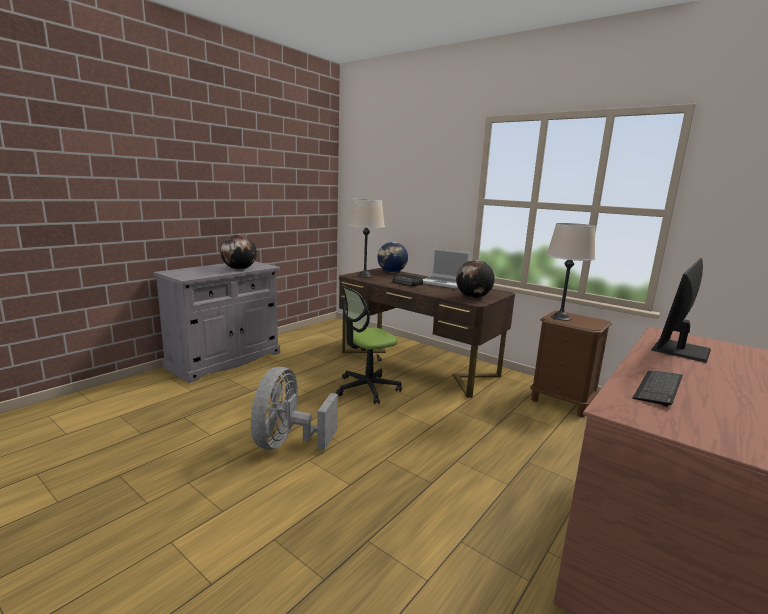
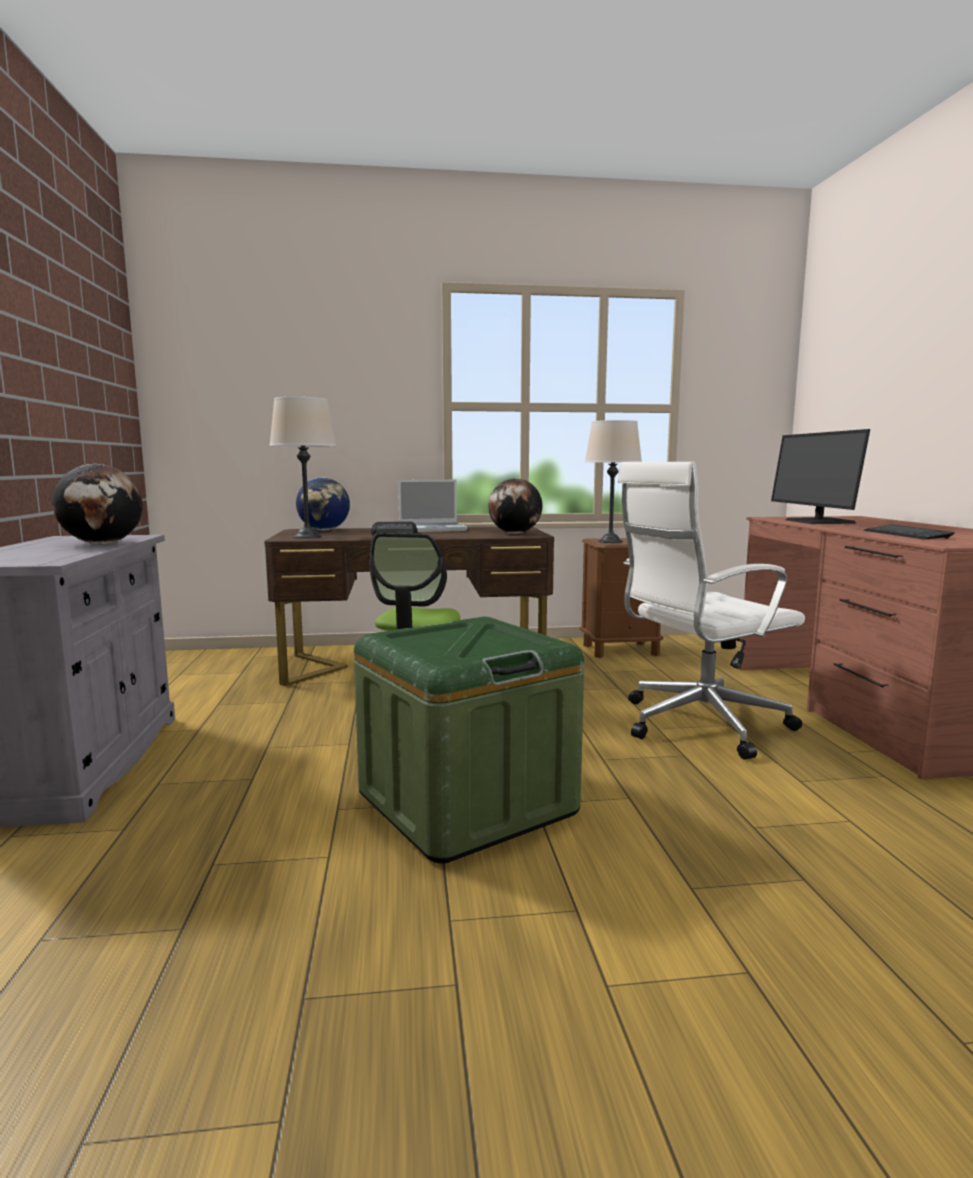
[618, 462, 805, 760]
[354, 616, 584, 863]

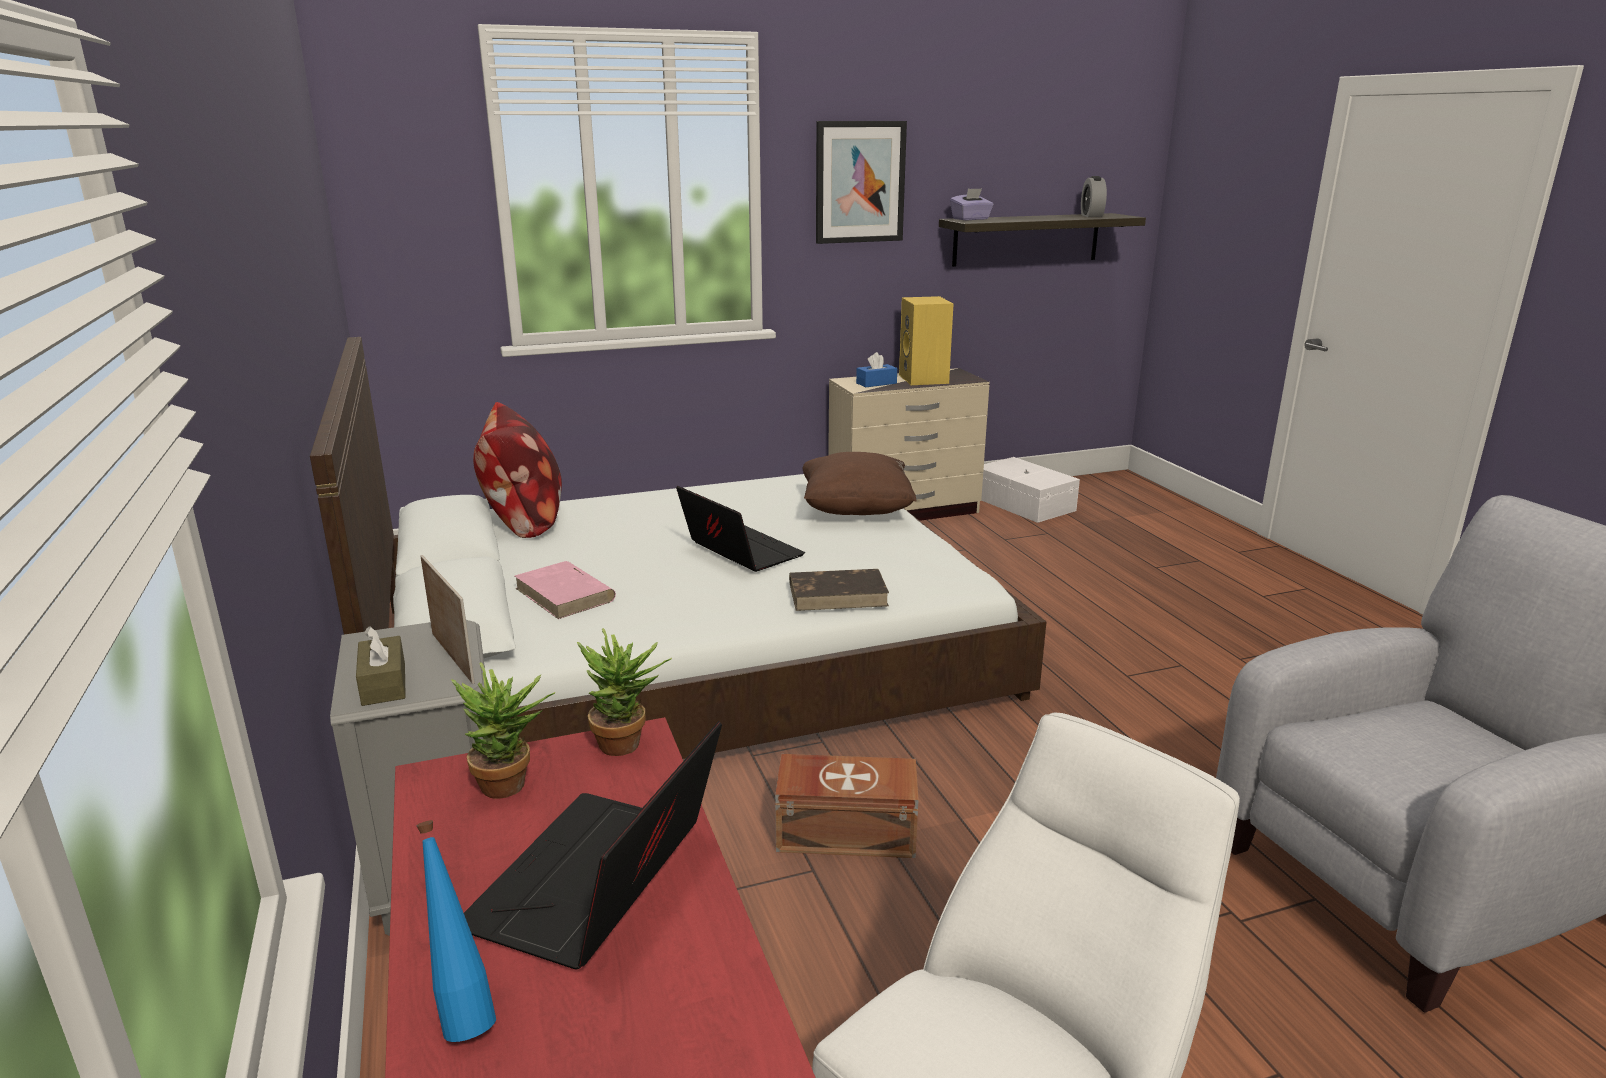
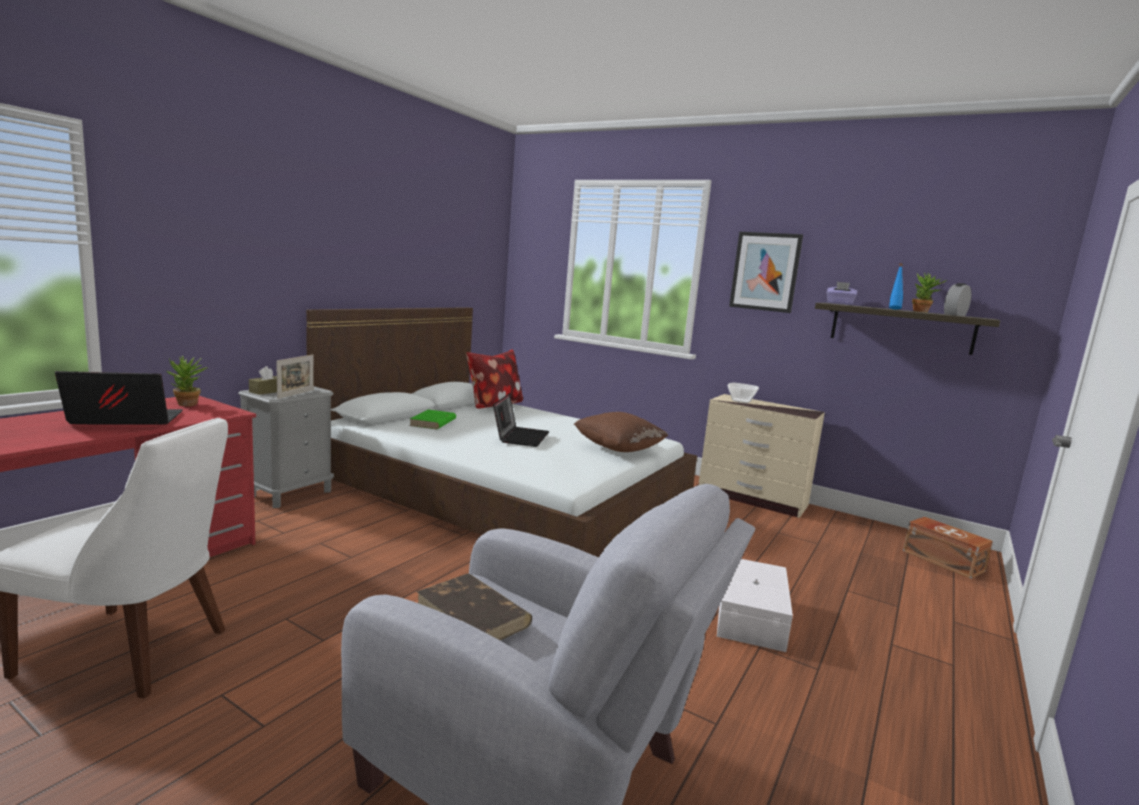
[899, 296, 954, 385] (first image)
[889, 263, 903, 310]
[912, 272, 947, 313]
[903, 517, 993, 579]
[416, 574, 532, 640]
[717, 559, 793, 652]
[728, 383, 759, 403]
[409, 410, 456, 429]

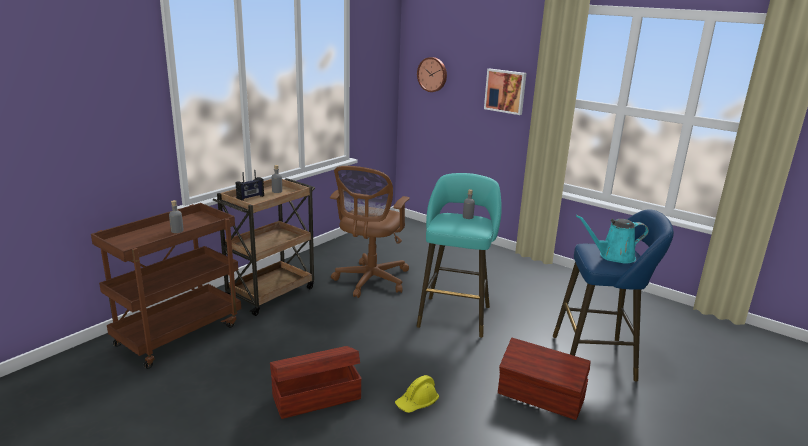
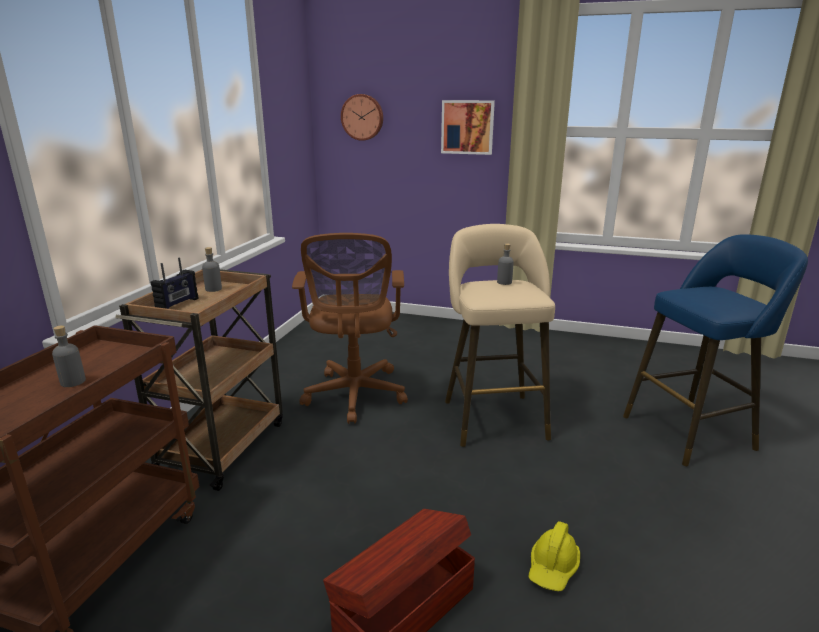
[498, 338, 590, 420] (first image)
[576, 215, 649, 264] (first image)
[445, 224, 555, 447]

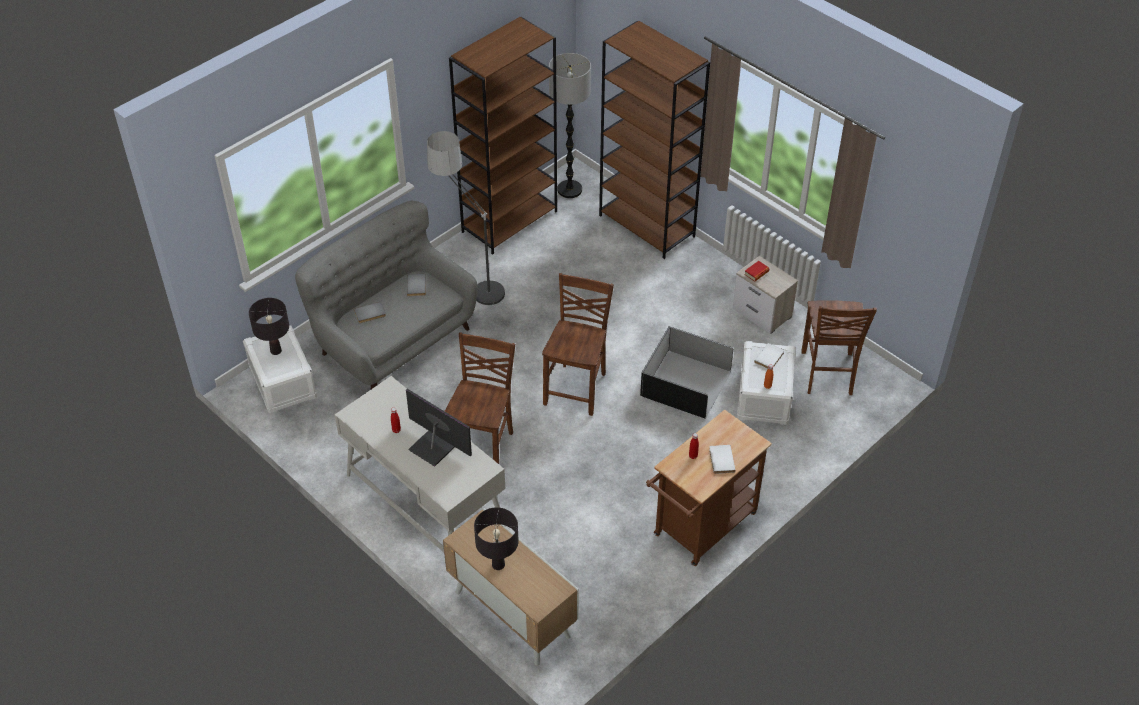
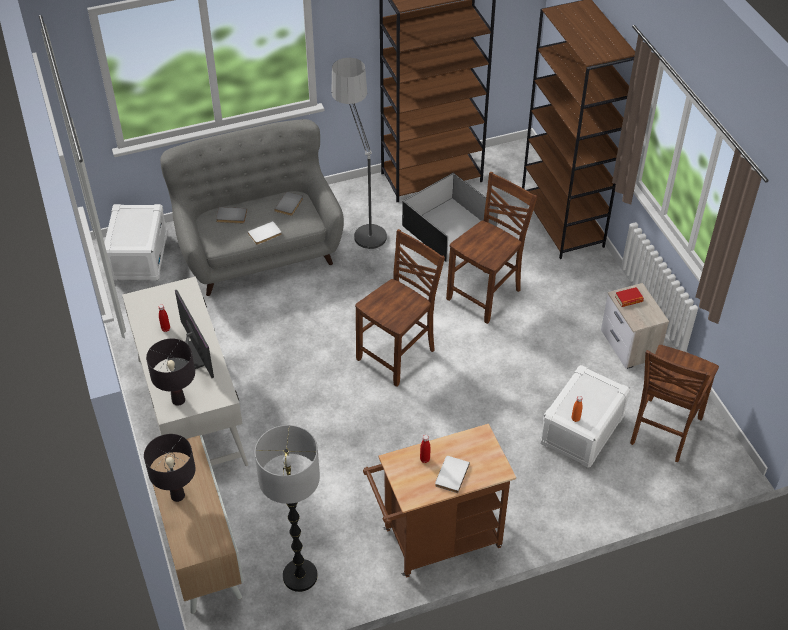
[146, 339, 195, 406]
[446, 172, 537, 324]
[254, 425, 320, 592]
[402, 172, 499, 261]
[248, 221, 282, 245]

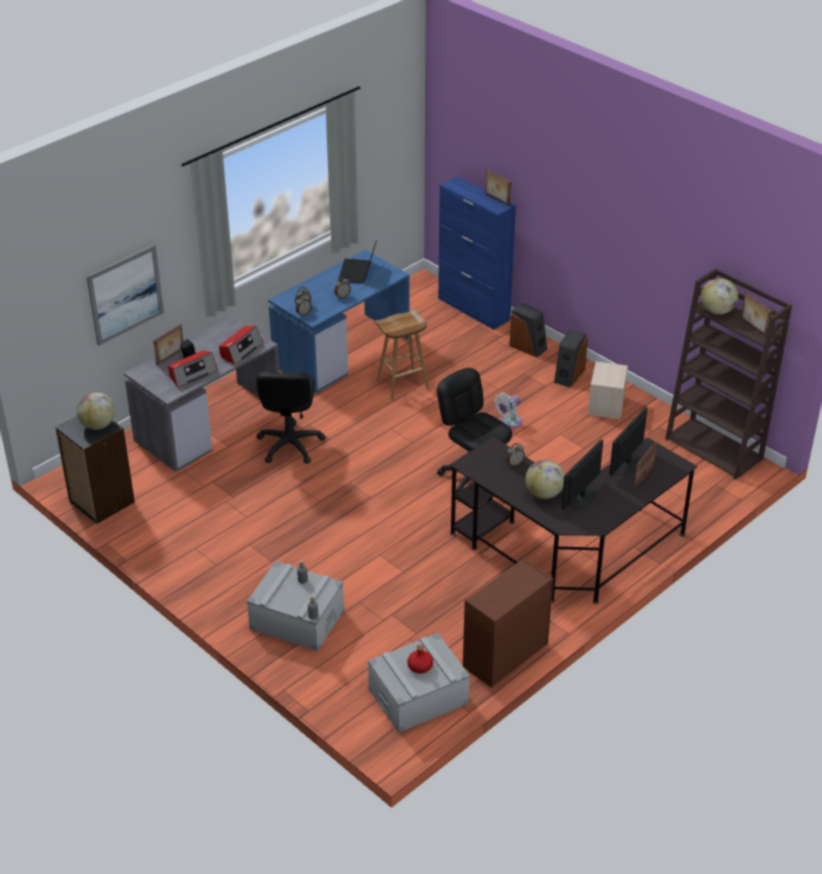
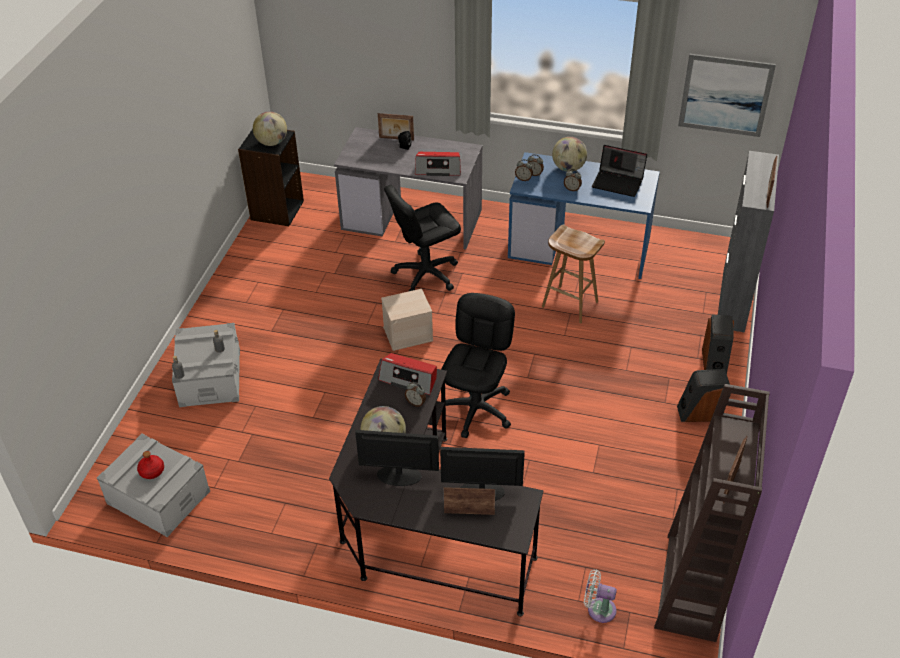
[463, 558, 553, 688] (first image)
[678, 54, 776, 137]
[378, 353, 437, 395]
[584, 570, 617, 623]
[381, 289, 433, 351]
[552, 137, 587, 172]
[718, 151, 779, 333]
[592, 145, 647, 197]

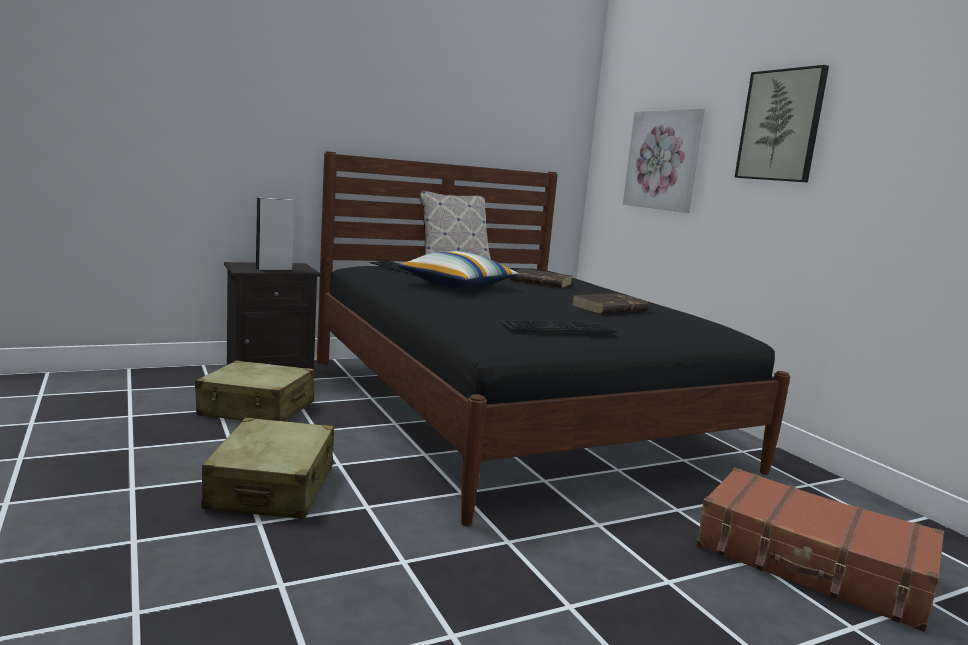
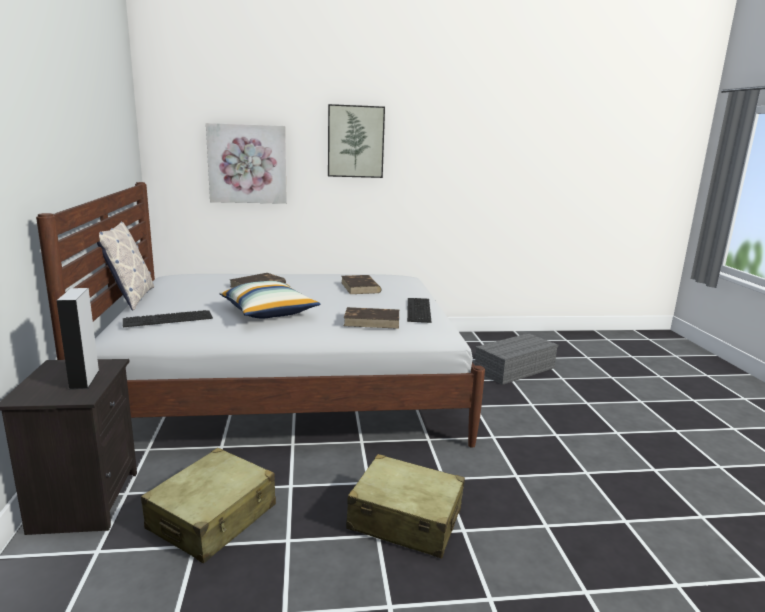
[344, 307, 399, 329]
[475, 333, 558, 385]
[36, 182, 485, 448]

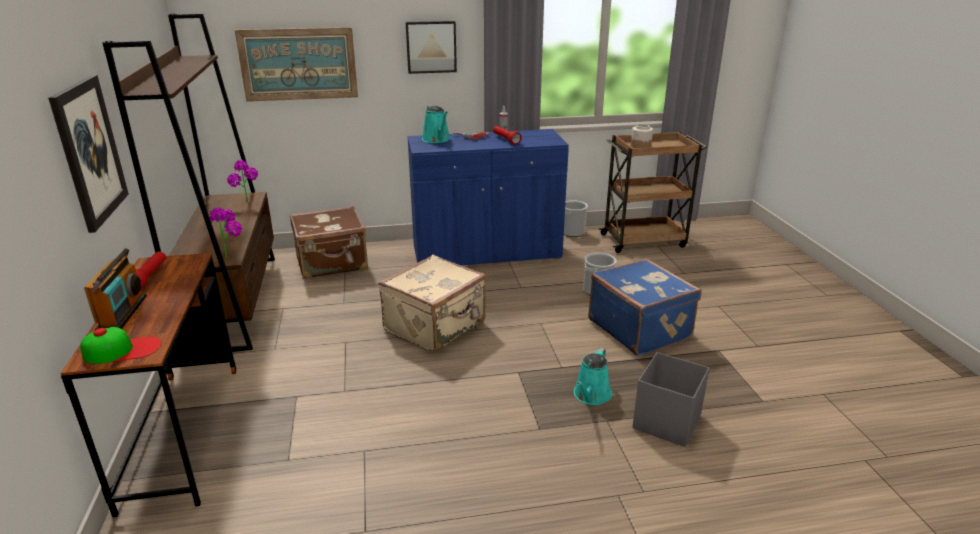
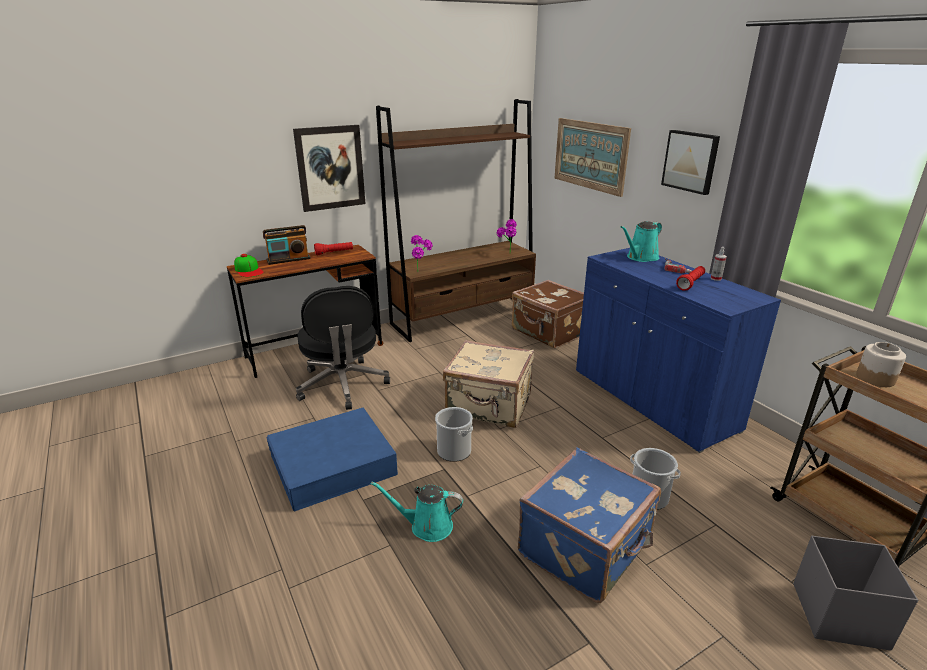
[267, 408, 398, 512]
[296, 286, 390, 410]
[435, 407, 473, 462]
[793, 536, 918, 650]

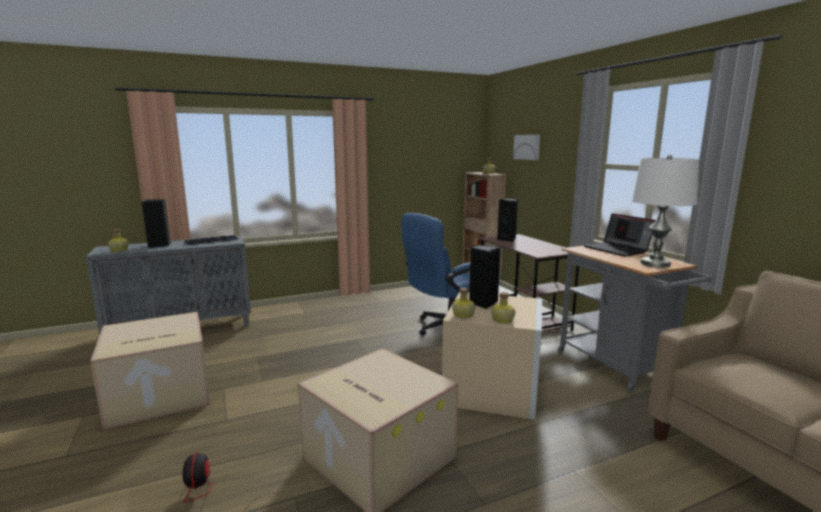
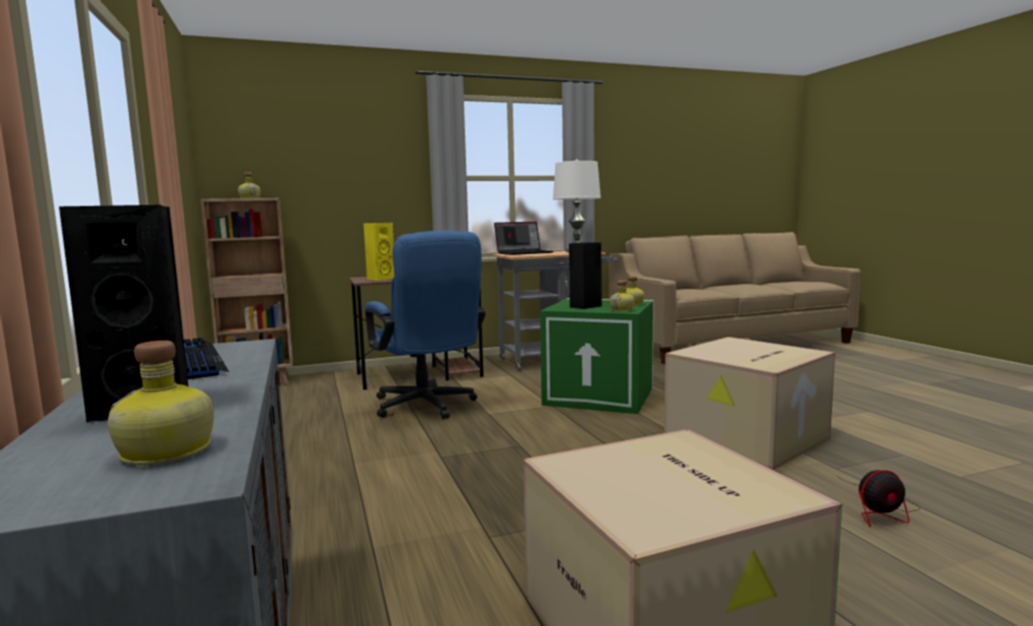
[513, 135, 540, 160] (first image)
[540, 298, 654, 414]
[363, 223, 394, 281]

